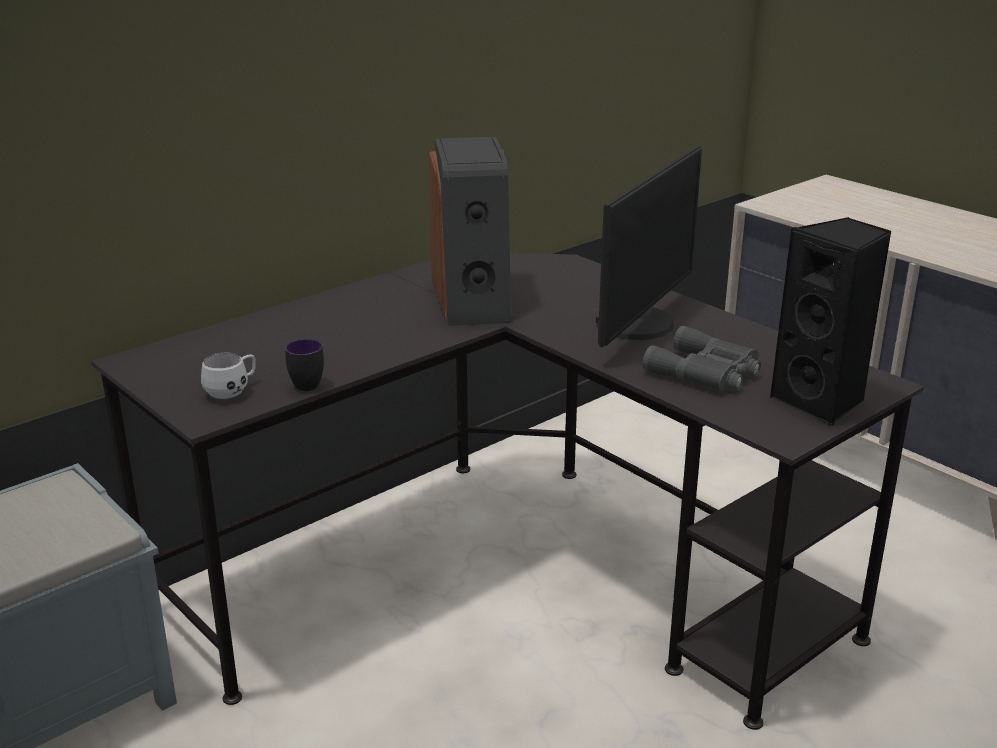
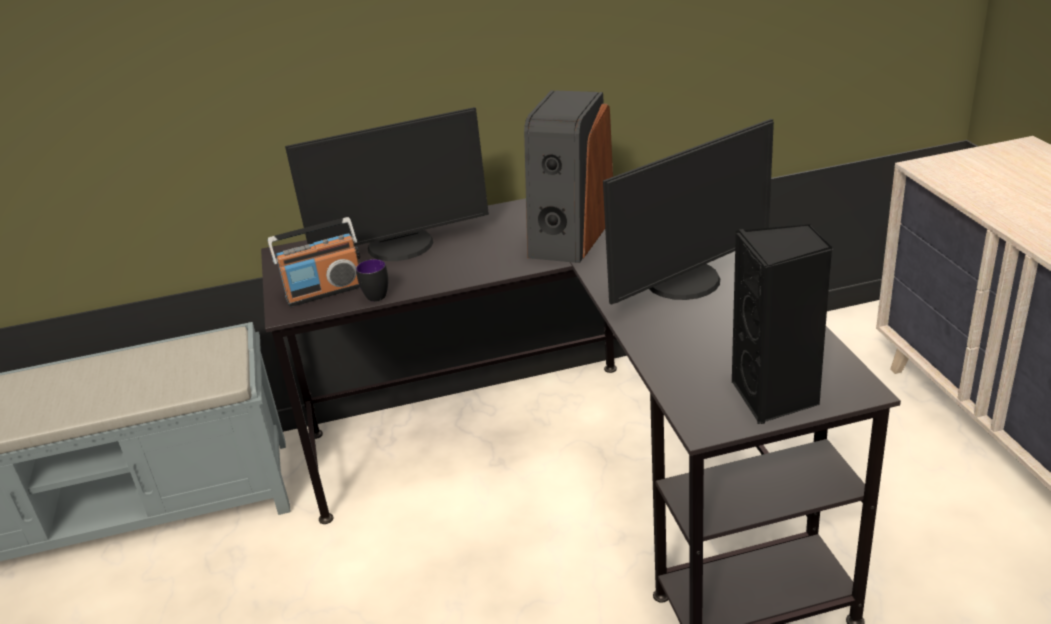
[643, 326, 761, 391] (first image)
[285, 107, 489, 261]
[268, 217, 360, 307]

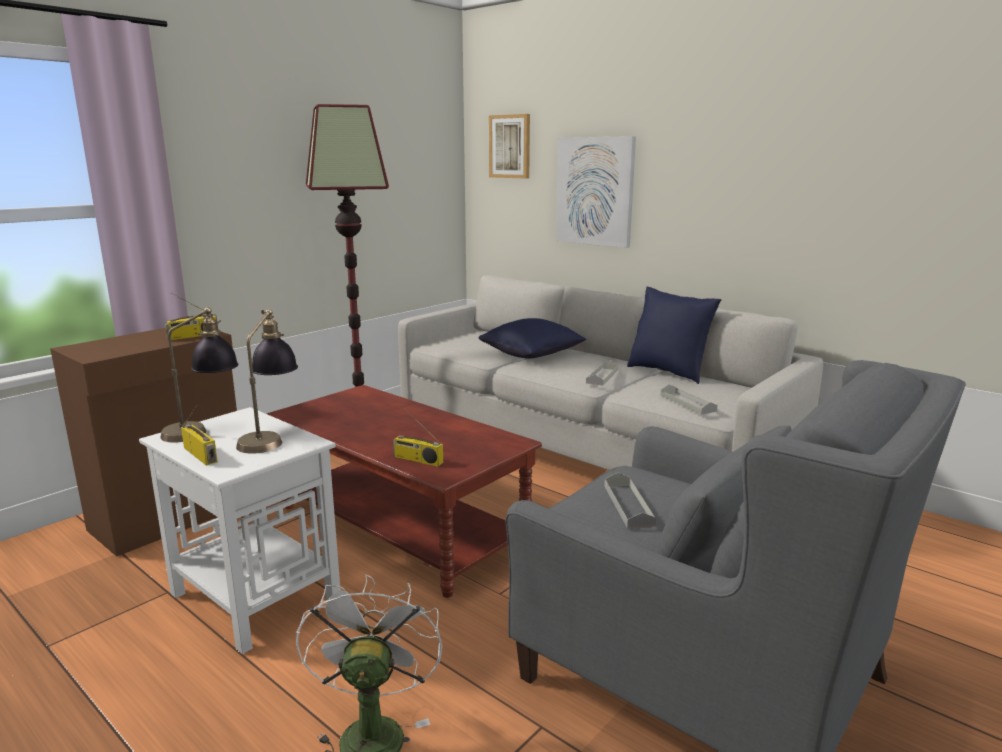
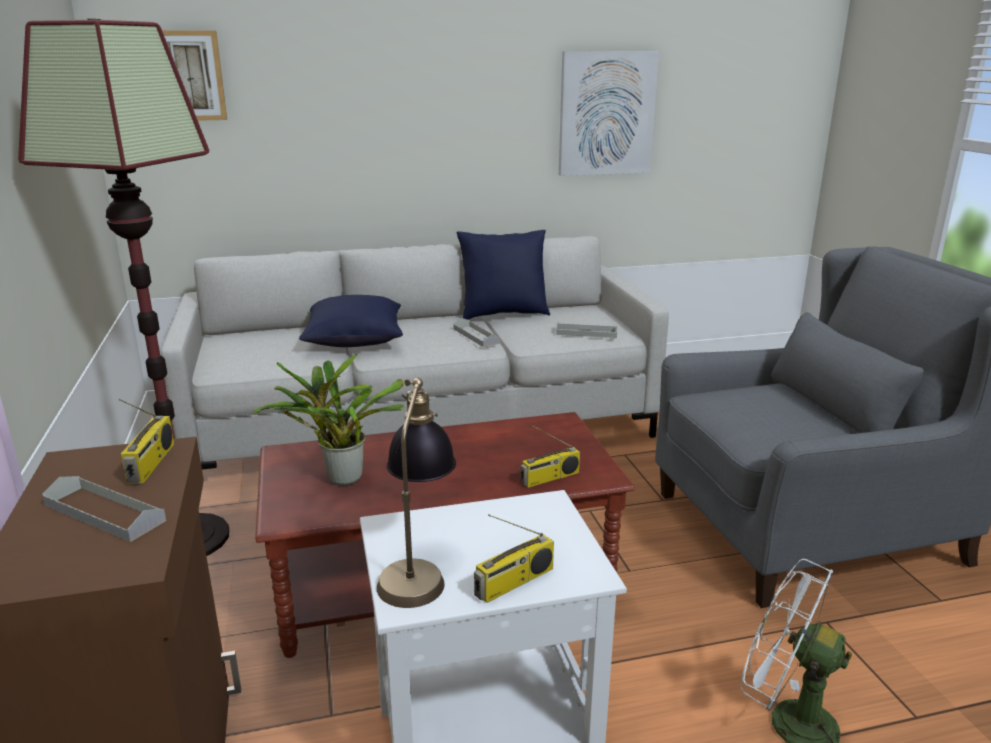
[236, 309, 298, 454] (first image)
[253, 354, 404, 486]
[559, 51, 659, 176]
[42, 476, 166, 542]
[474, 514, 554, 603]

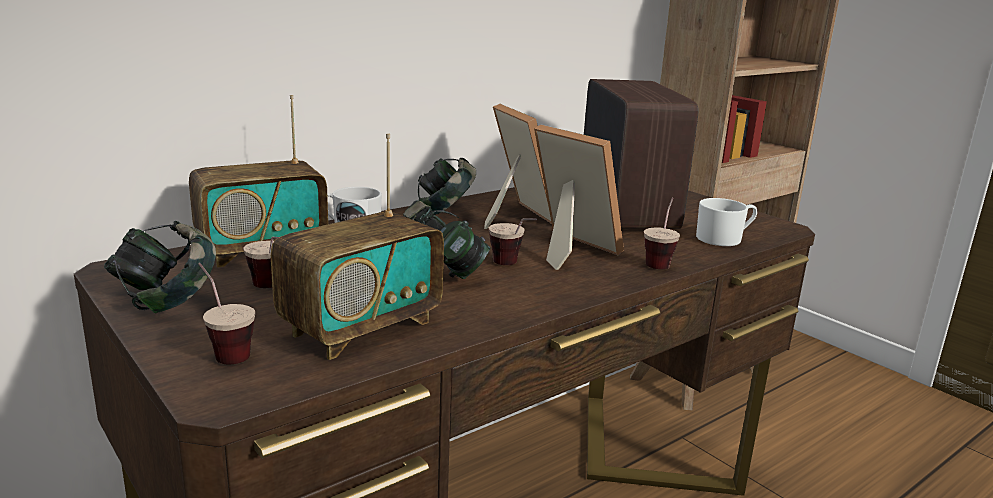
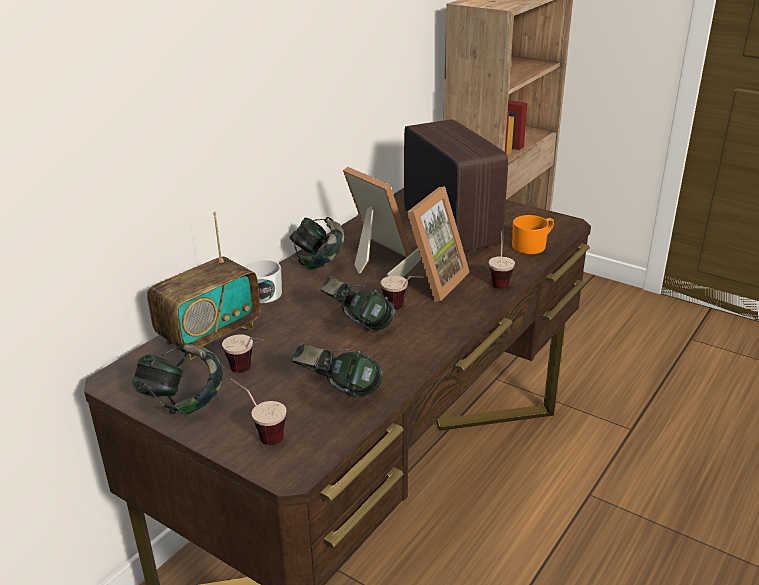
[292, 343, 383, 397]
[512, 215, 554, 254]
[386, 186, 469, 302]

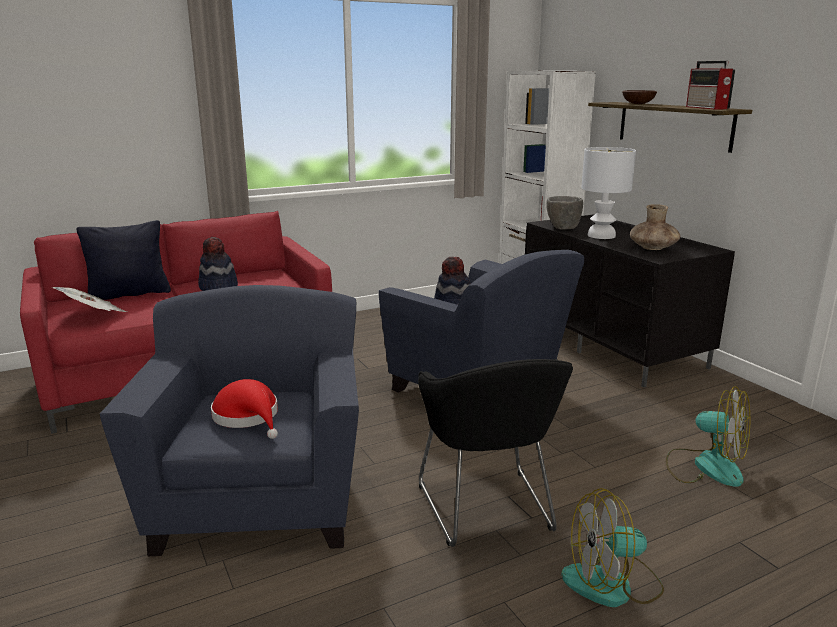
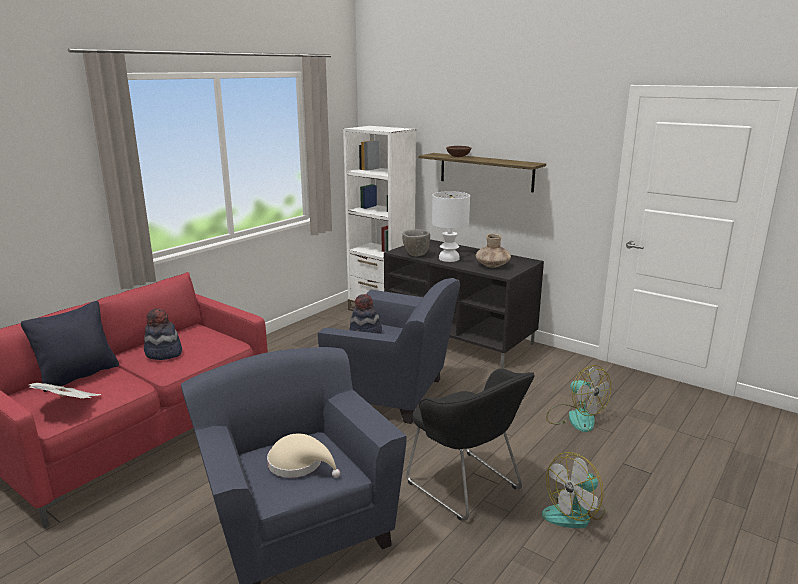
[686, 61, 735, 109] (first image)
[267, 433, 340, 478]
[546, 365, 611, 432]

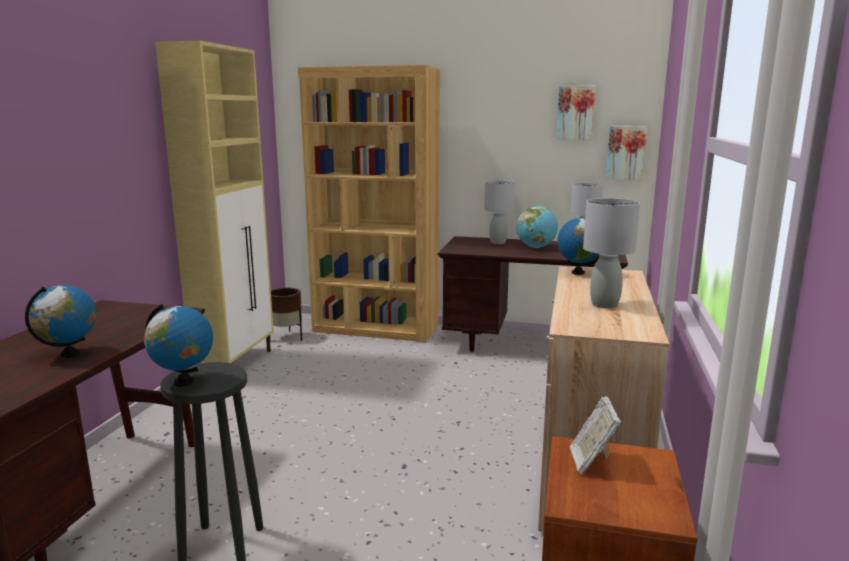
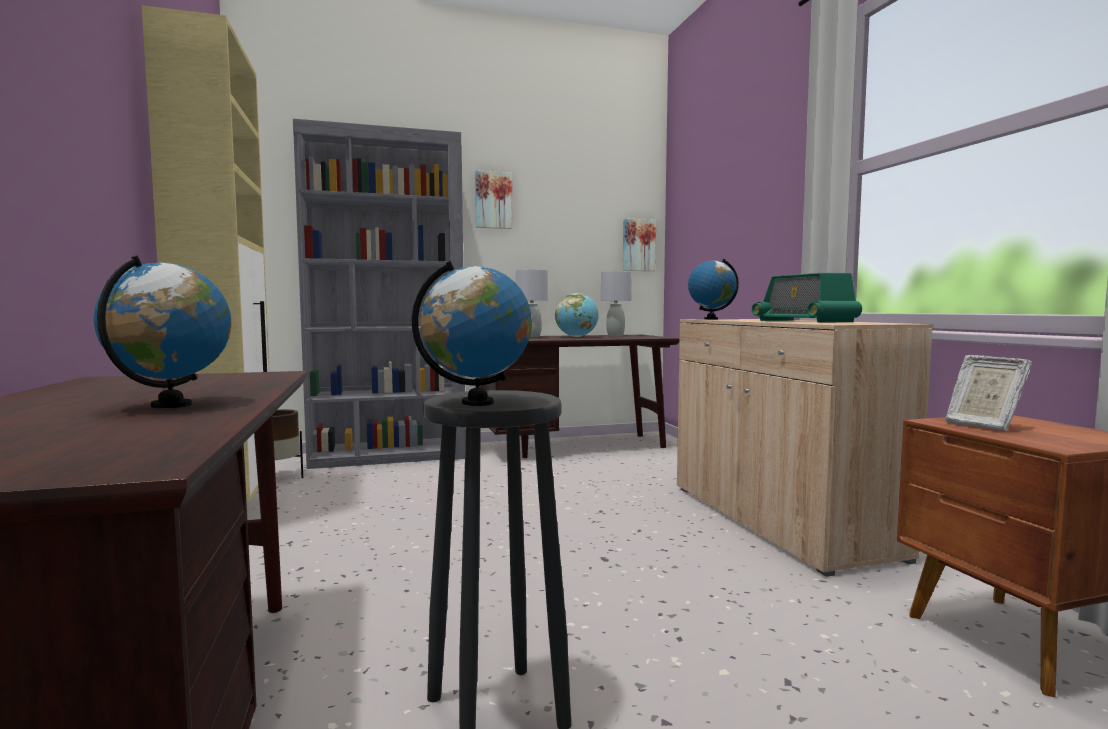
[475, 170, 512, 229]
[752, 273, 862, 323]
[293, 119, 466, 469]

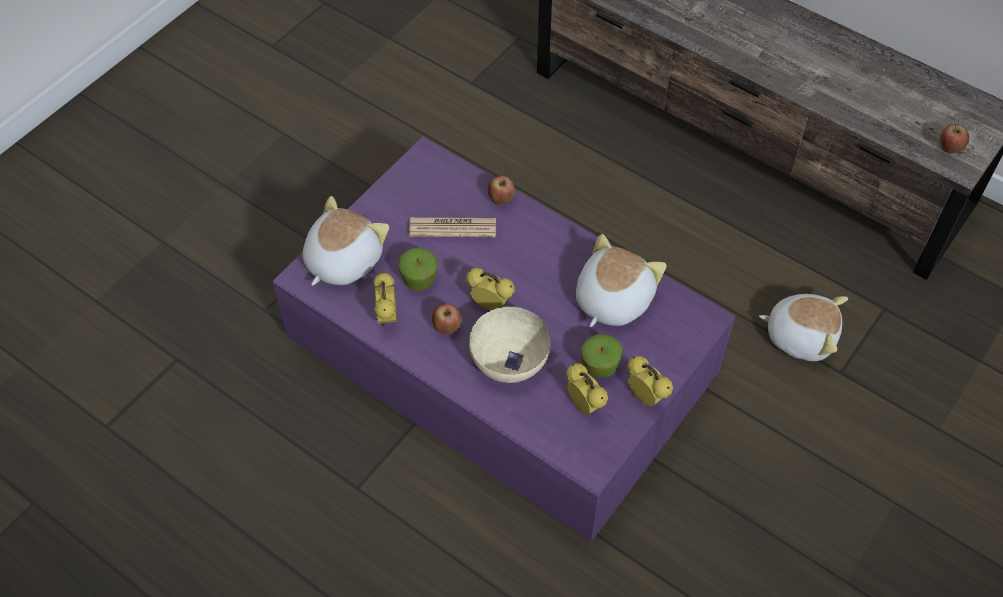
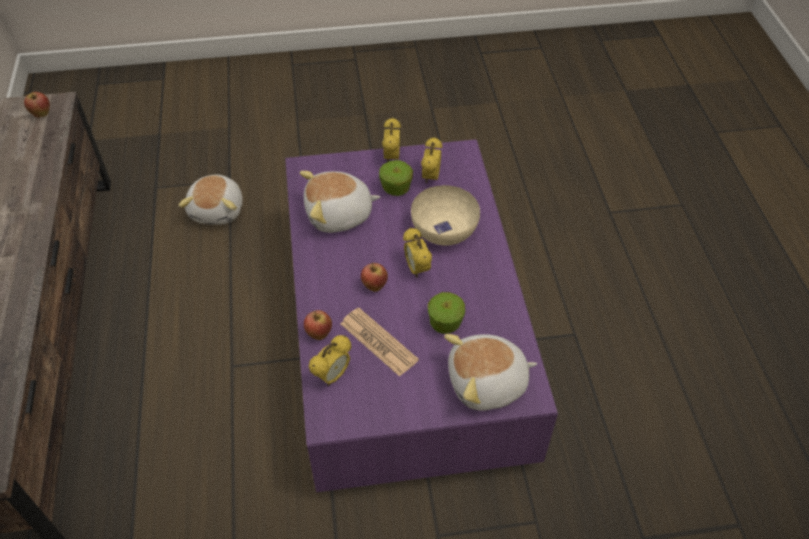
[309, 335, 351, 386]
[361, 263, 388, 292]
[178, 175, 243, 225]

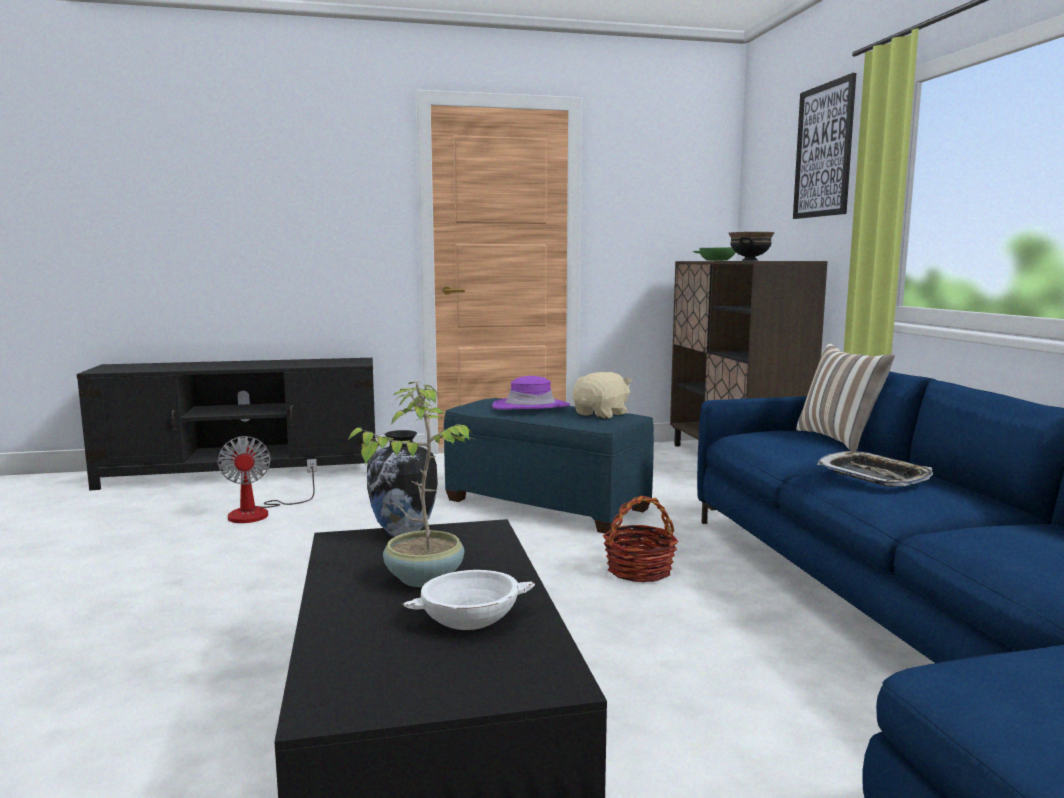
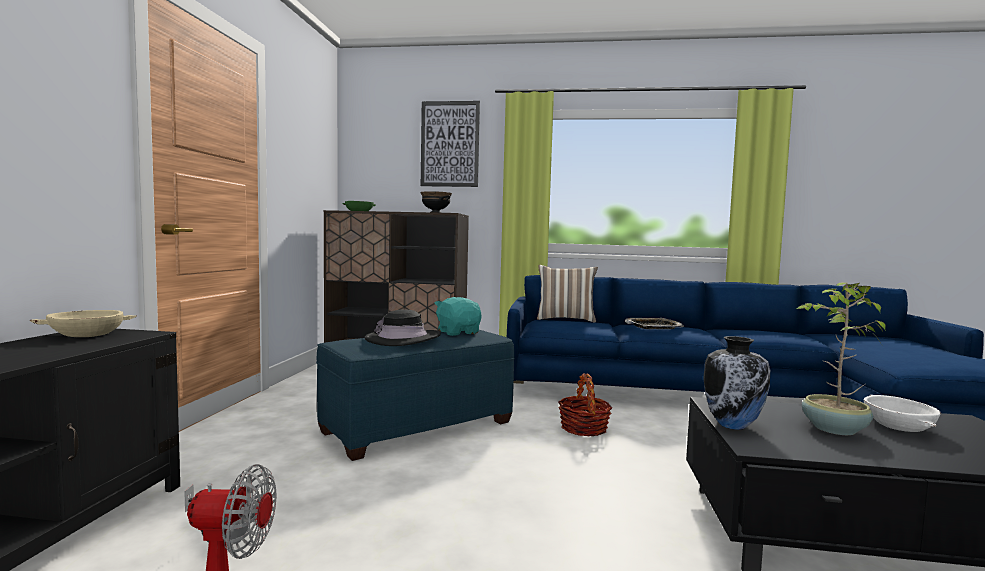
[30, 310, 136, 337]
[365, 309, 441, 346]
[435, 297, 481, 336]

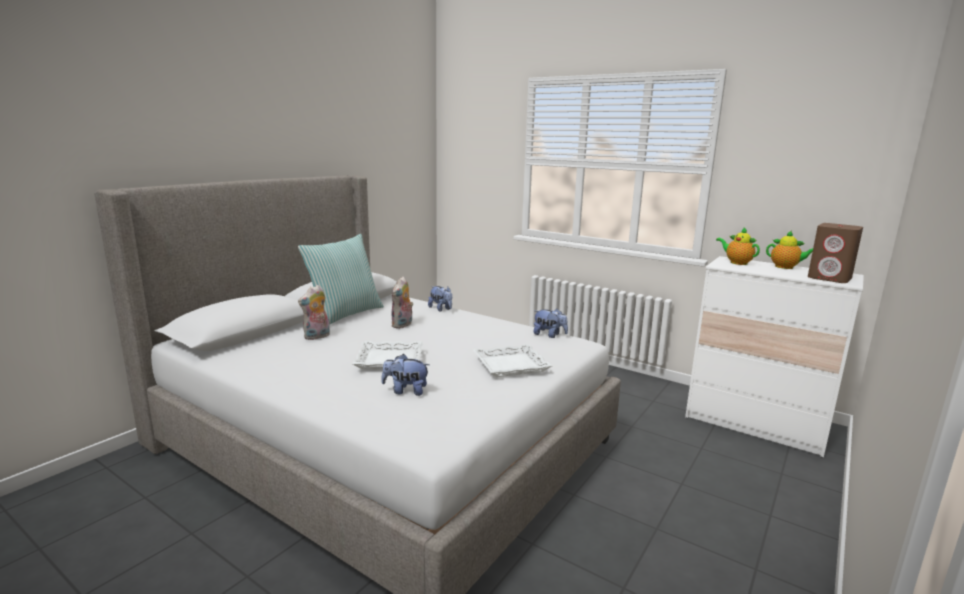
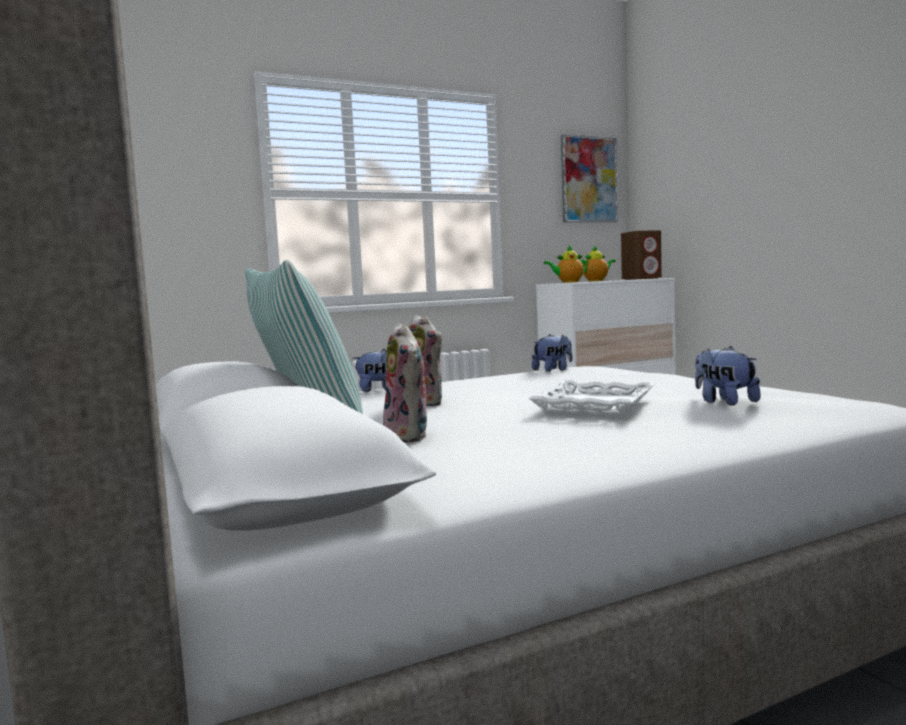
[473, 344, 552, 377] (first image)
[561, 134, 618, 223]
[695, 346, 761, 405]

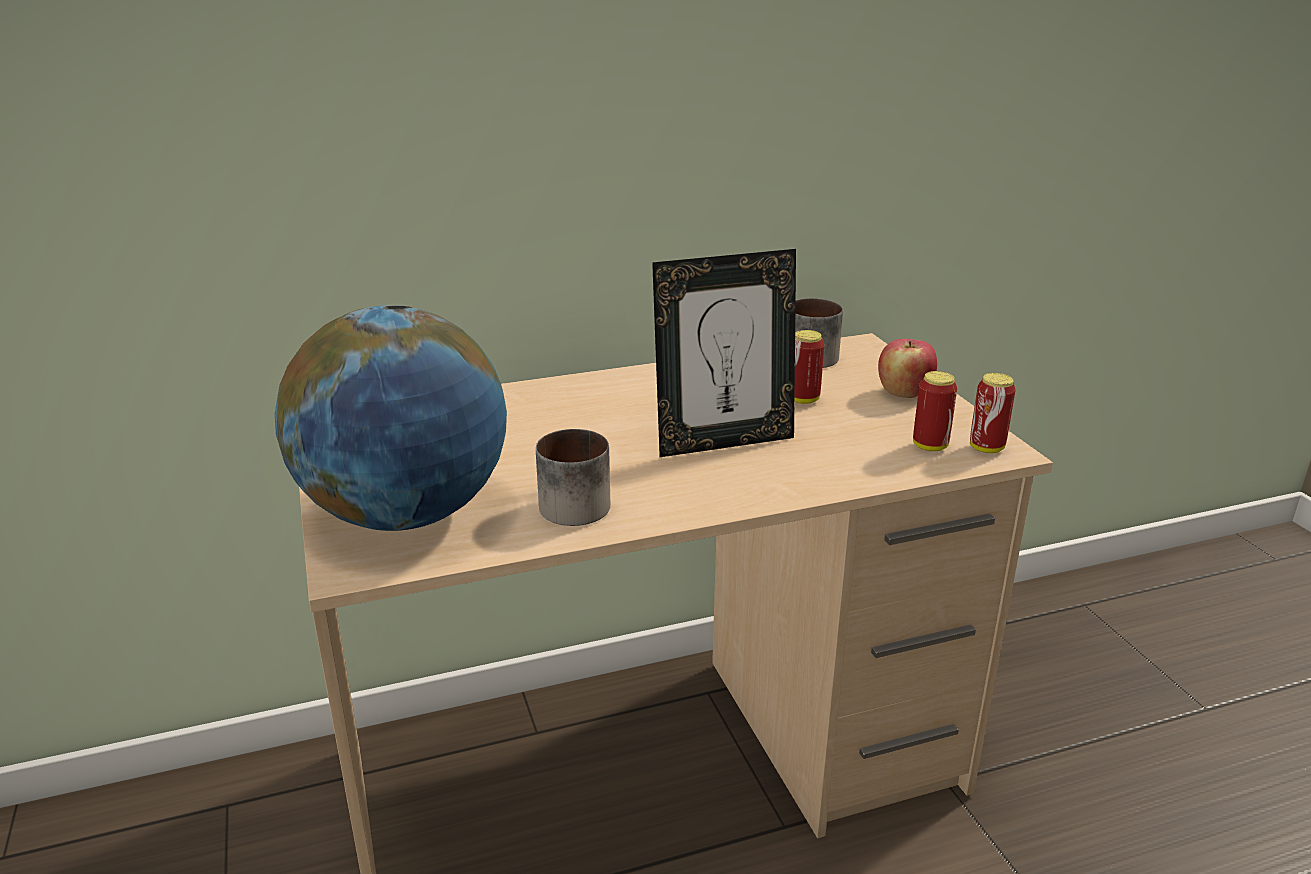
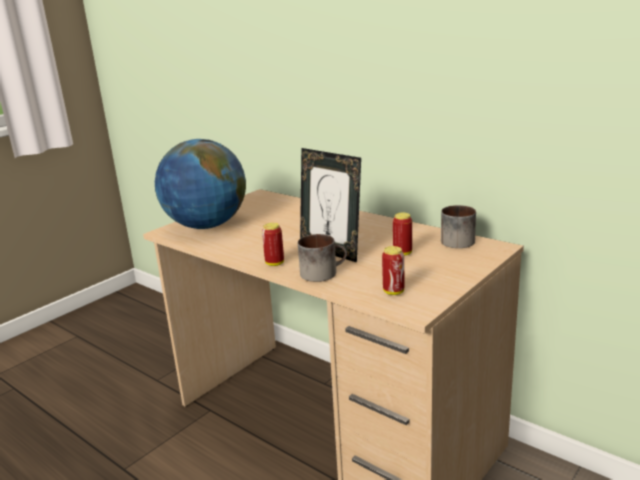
[878, 339, 937, 398] (first image)
[298, 234, 347, 282]
[262, 223, 284, 266]

